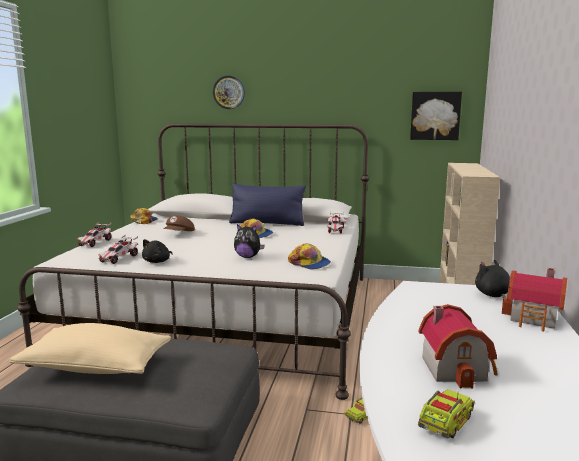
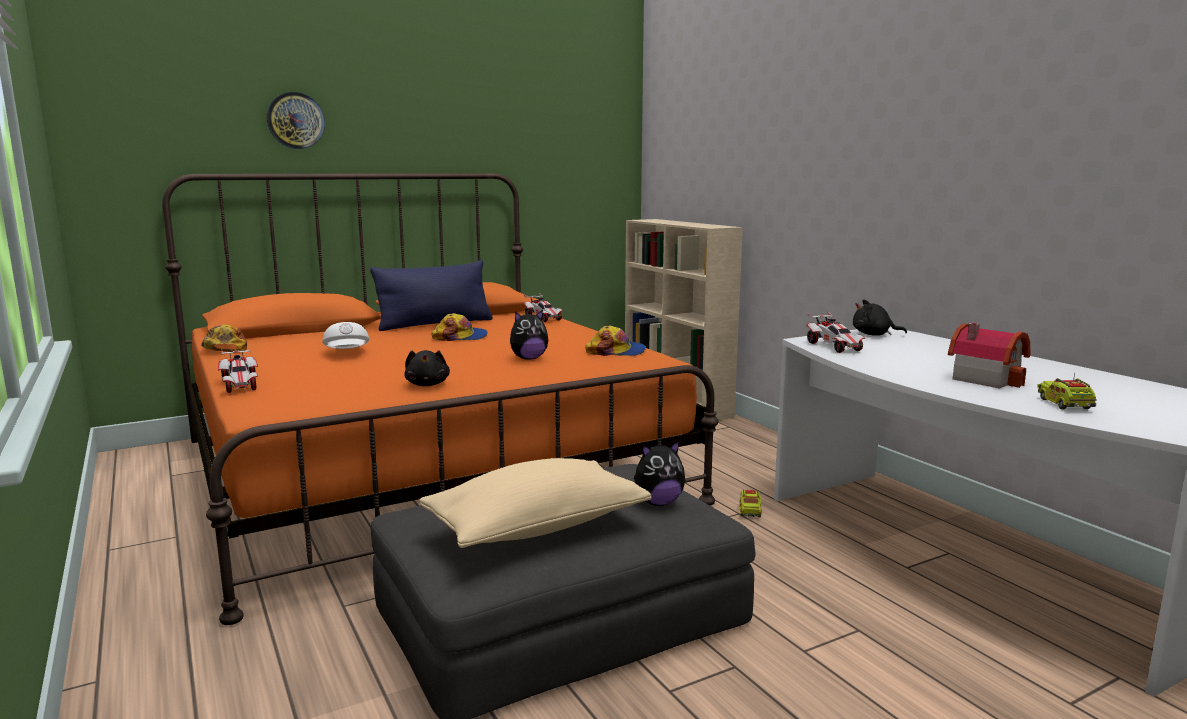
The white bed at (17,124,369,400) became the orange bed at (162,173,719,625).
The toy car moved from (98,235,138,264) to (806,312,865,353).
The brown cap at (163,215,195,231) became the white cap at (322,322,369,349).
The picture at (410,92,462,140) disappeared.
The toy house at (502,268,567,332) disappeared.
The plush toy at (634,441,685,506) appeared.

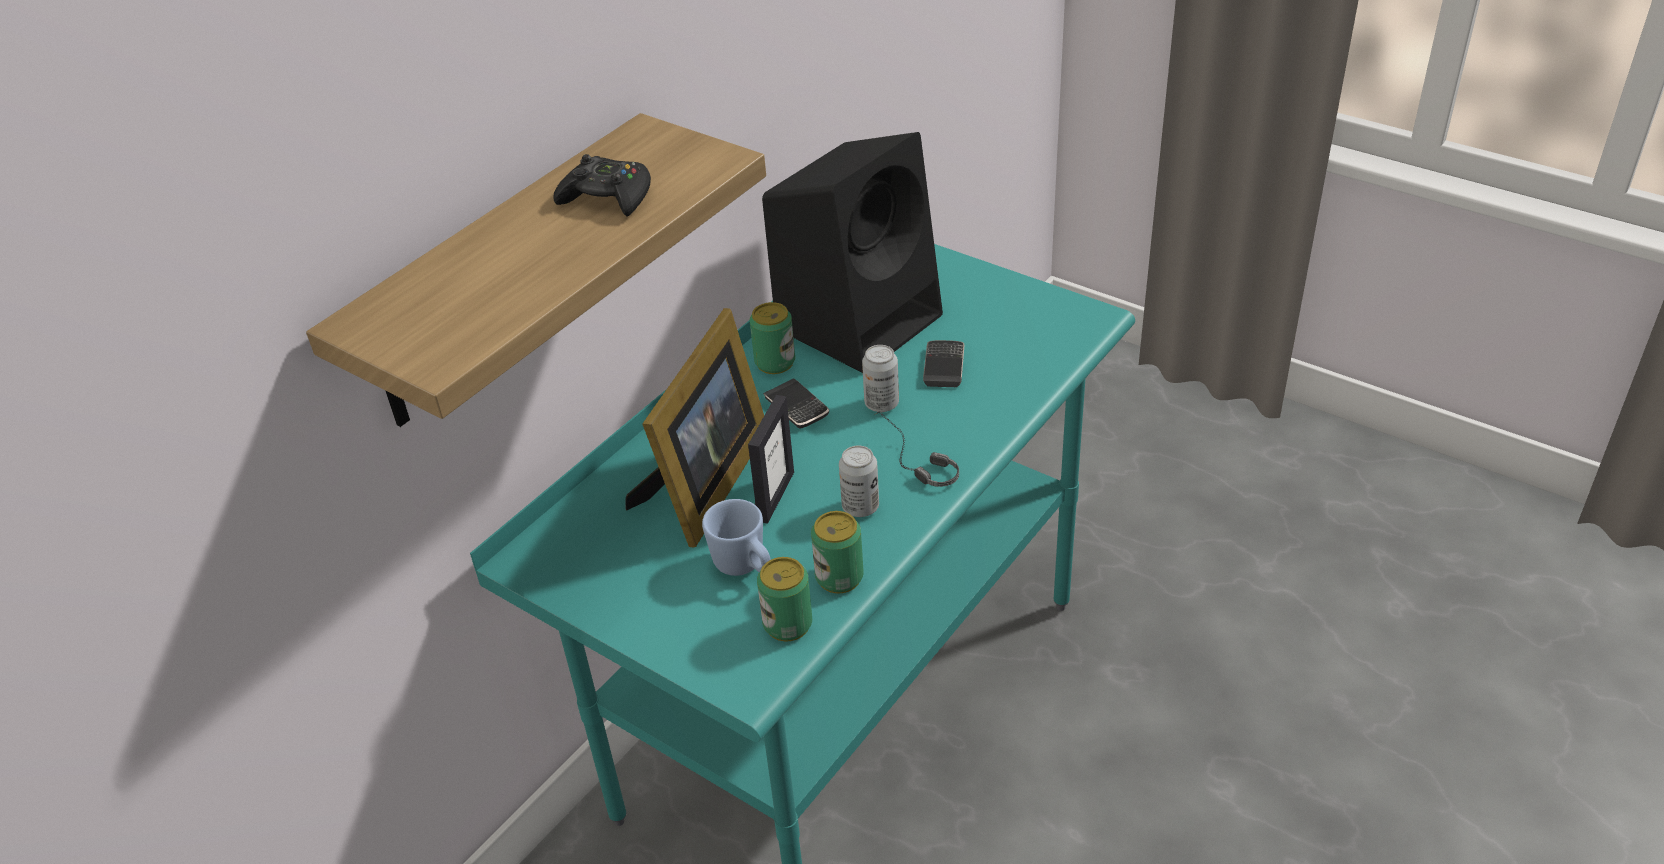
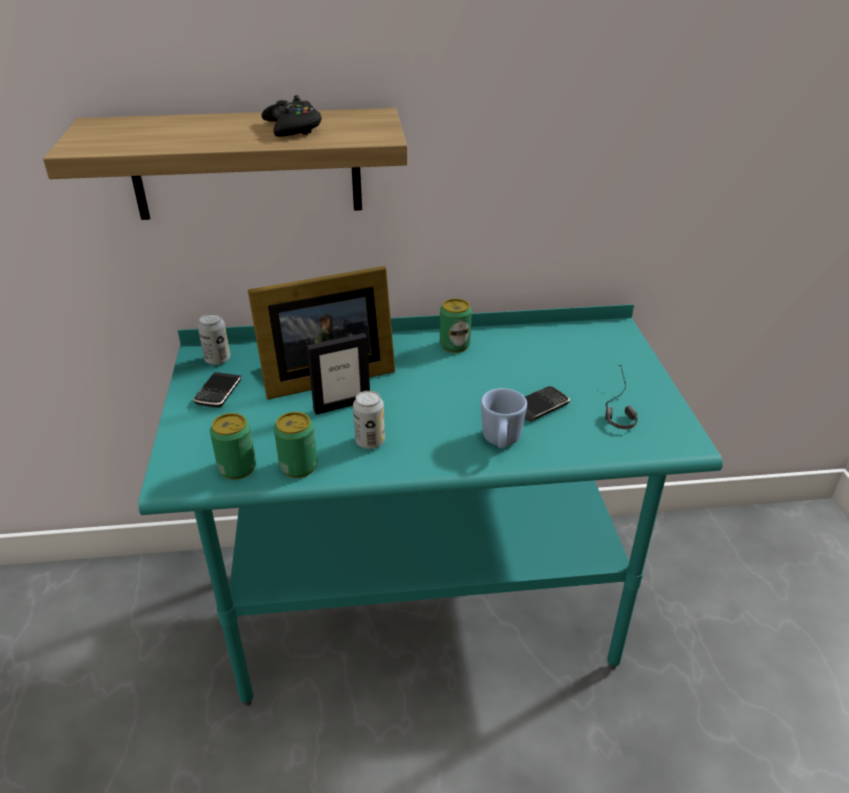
The blue mug moved from (702,499,771,576) to (481,388,527,448).
The black speaker at (762,132,943,373) disappeared.
The phone moved from (763,379,829,429) to (193,372,241,407).
The can moved from (862,345,899,412) to (198,313,230,365).
The headphones moved from (874,411,959,487) to (605,365,638,429).

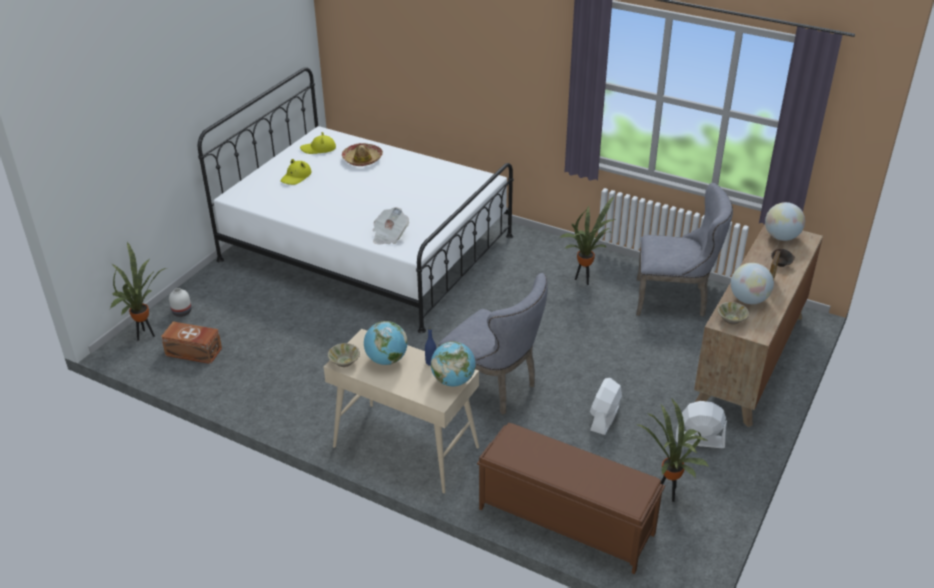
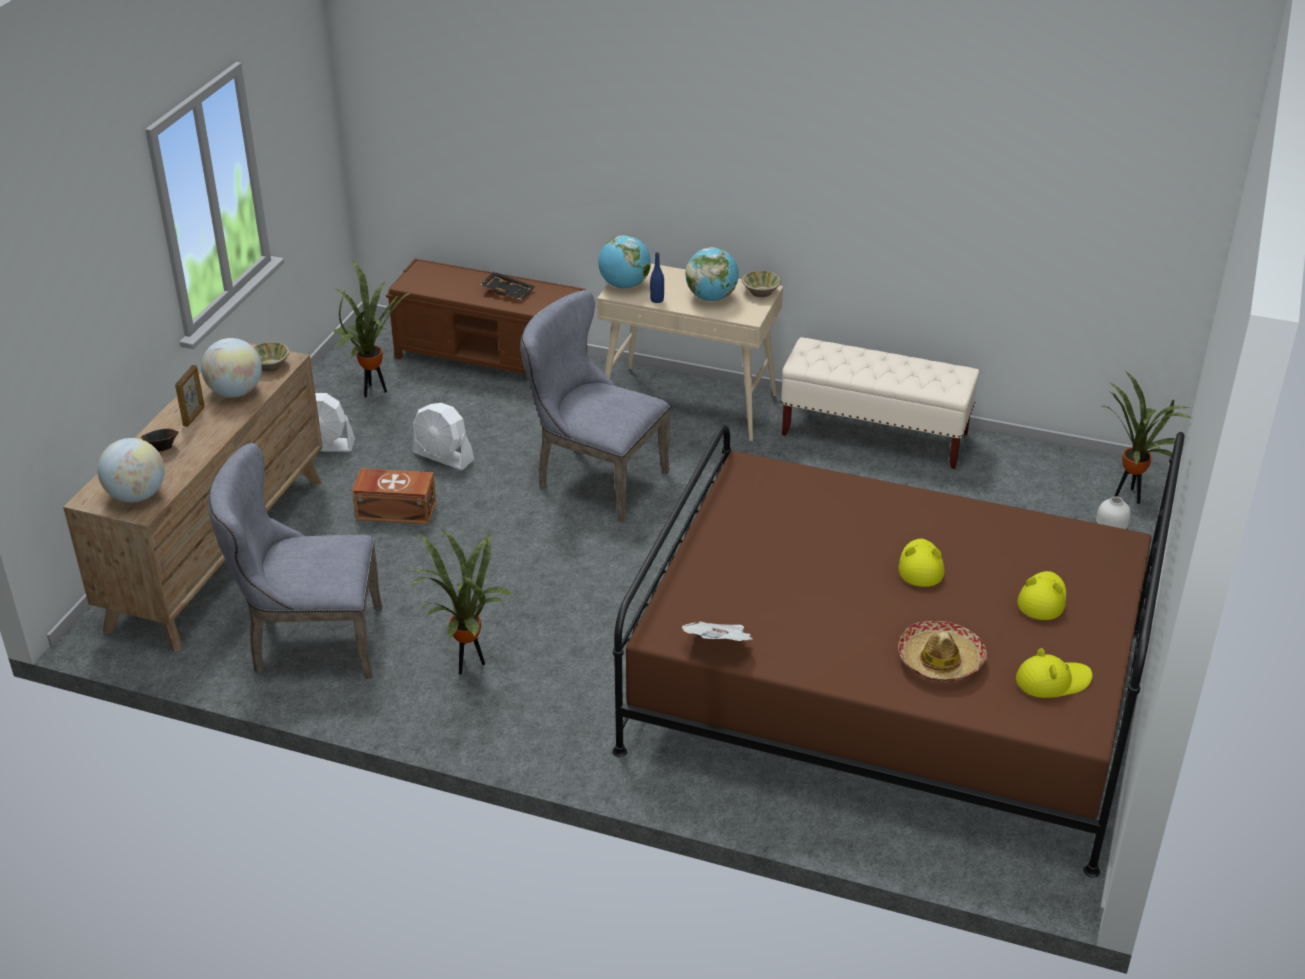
The brown storage box moved from (161,321,222,364) to (352,468,436,524).
The white bed at (198,67,513,333) became the brown bed at (612,425,1184,878).
The newspaper moved from (373,207,409,245) to (682,621,753,641).
The white fan at (590,378,622,435) turned 105 degrees clockwise.
The black tray at (480,272,536,300) appeared.
The beige bench at (780,337,980,469) appeared.
The yellow hat at (898,539,944,587) appeared.

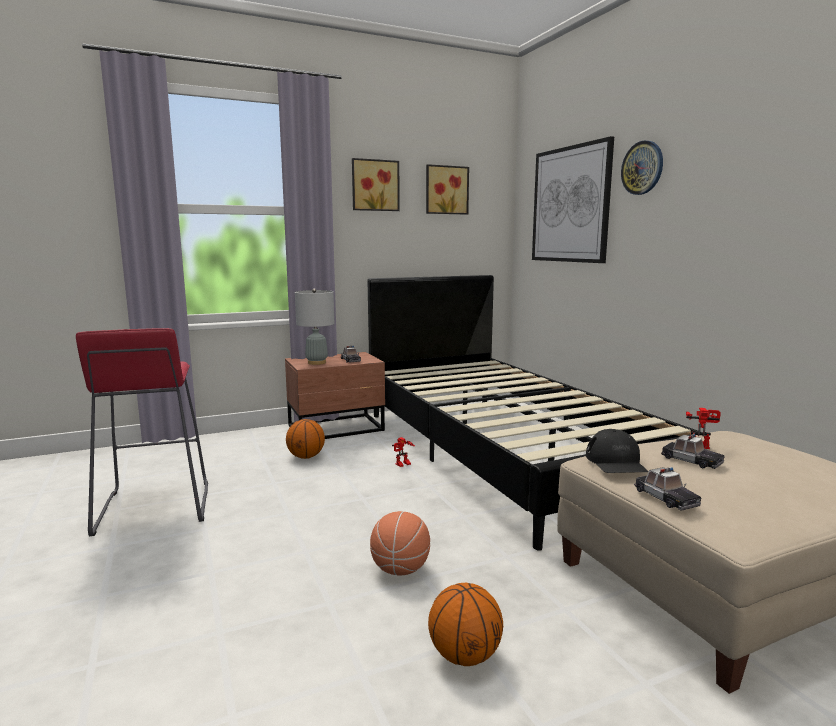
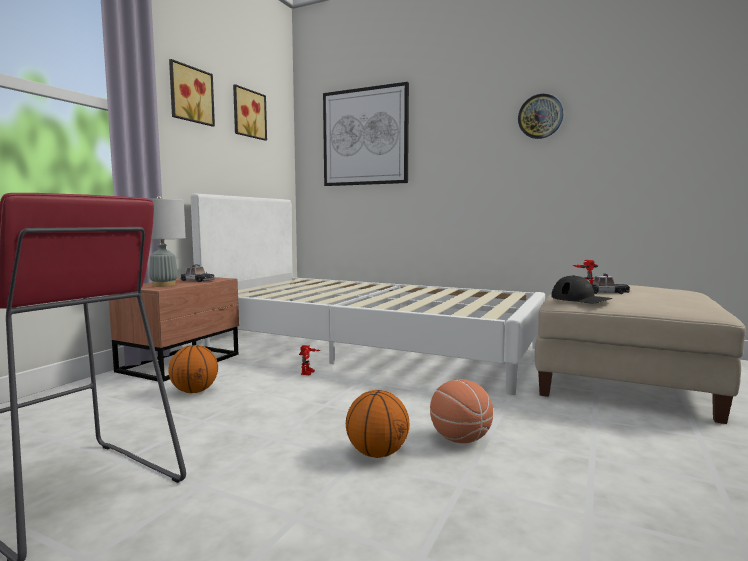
The black bed at (368,275,706,551) became the white bed at (191,193,545,395).
The basketball moved from (428,583,503,666) to (346,390,410,458).
The wall clock moved from (621,141,663,195) to (518,94,563,139).
The toy car at (634,467,701,511) disappeared.

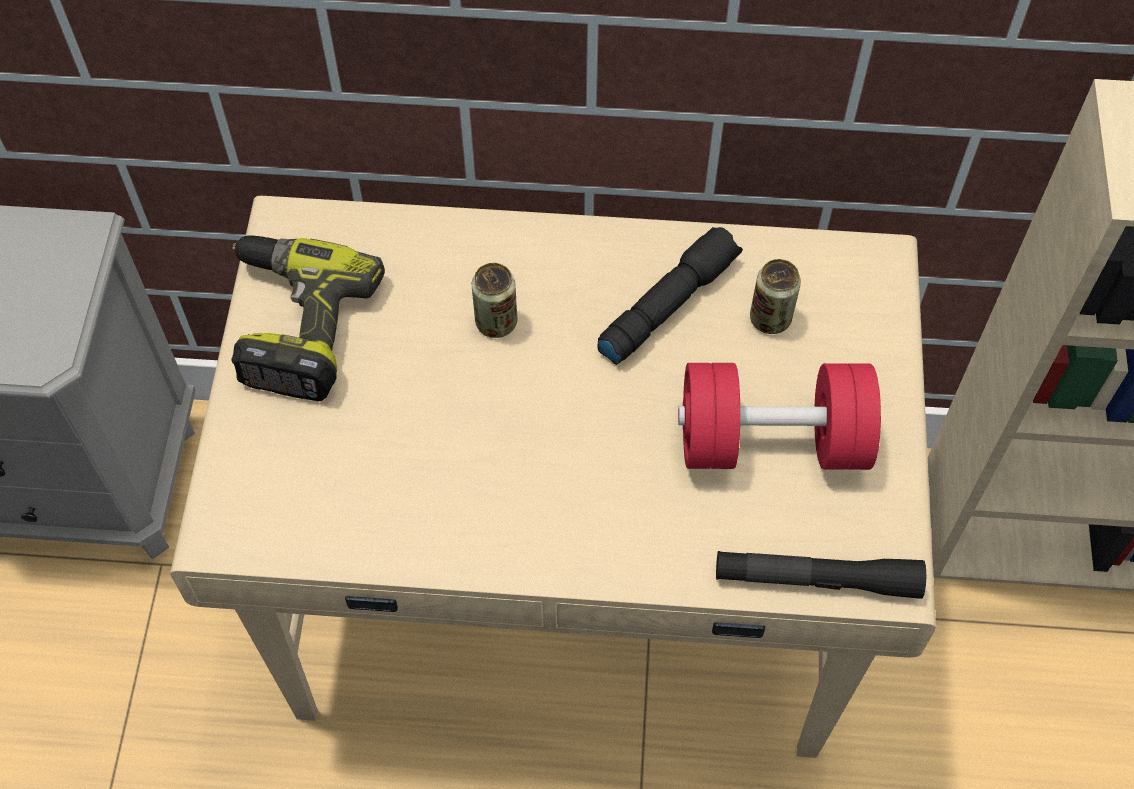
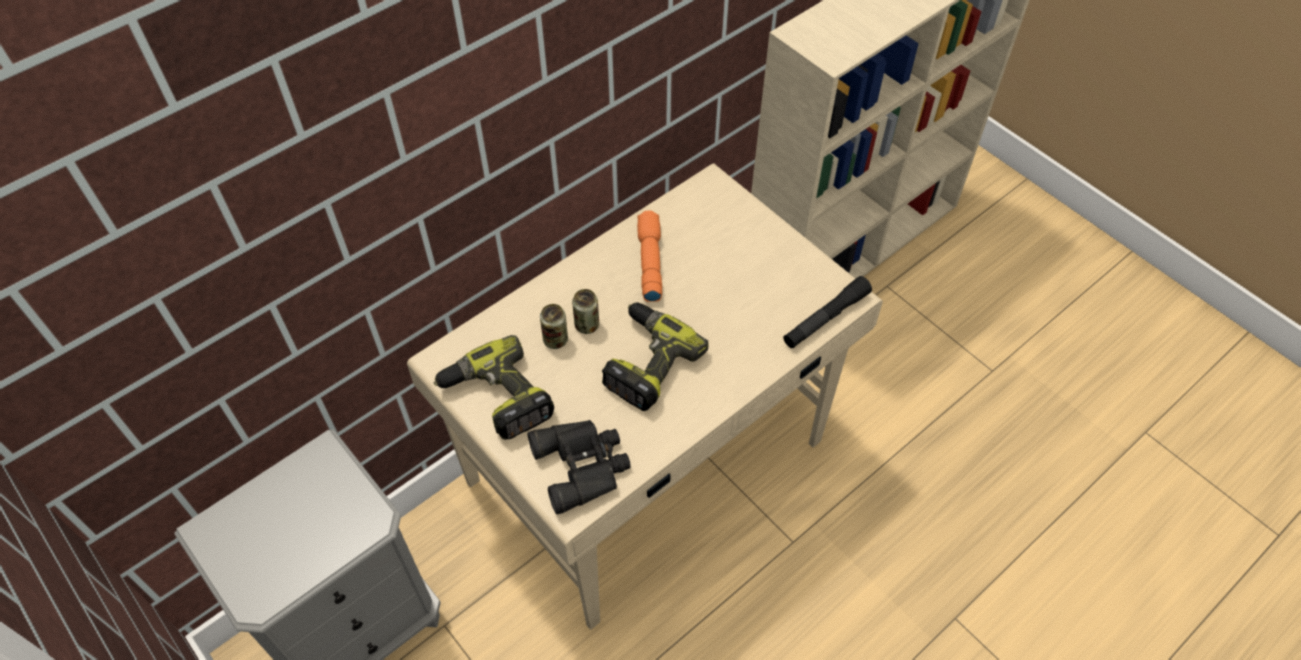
The black flashlight at (598,227,743,365) became the orange flashlight at (637,211,662,302).
The red dumbbell at (678,363,881,470) disappeared.
The can moved from (750,259,801,334) to (540,304,568,349).
The black binoculars at (527,420,631,514) appeared.
The power drill at (602,303,708,411) appeared.

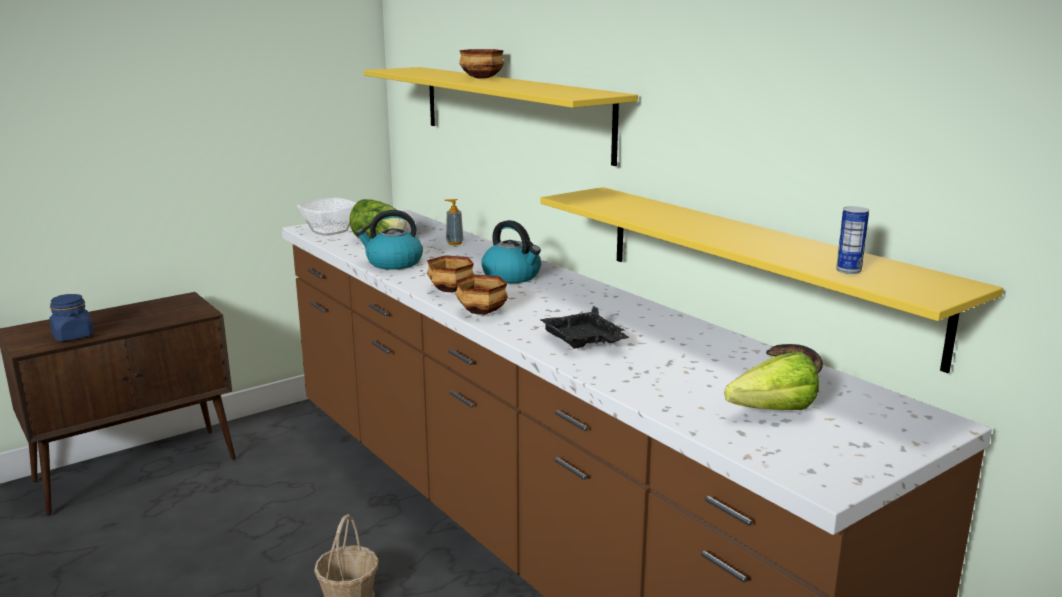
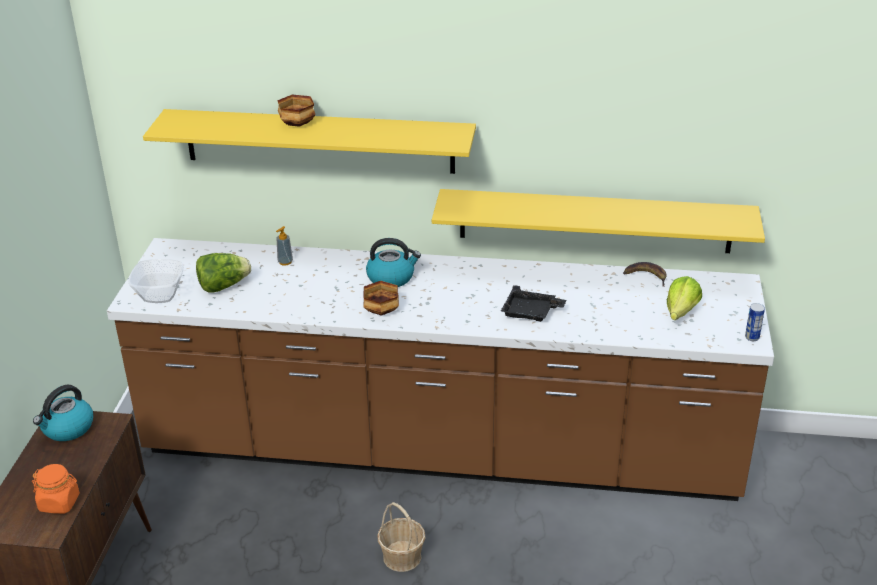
The blue jar at (49,294,94,341) became the orange jar at (32,464,80,514).
The kettle moved from (356,210,423,270) to (33,385,93,441).
The bowl at (455,275,508,315) disappeared.
The can moved from (836,206,869,274) to (745,303,765,341).

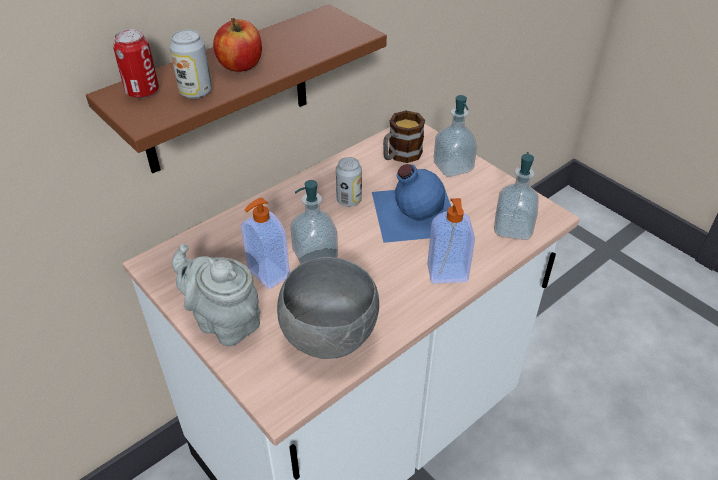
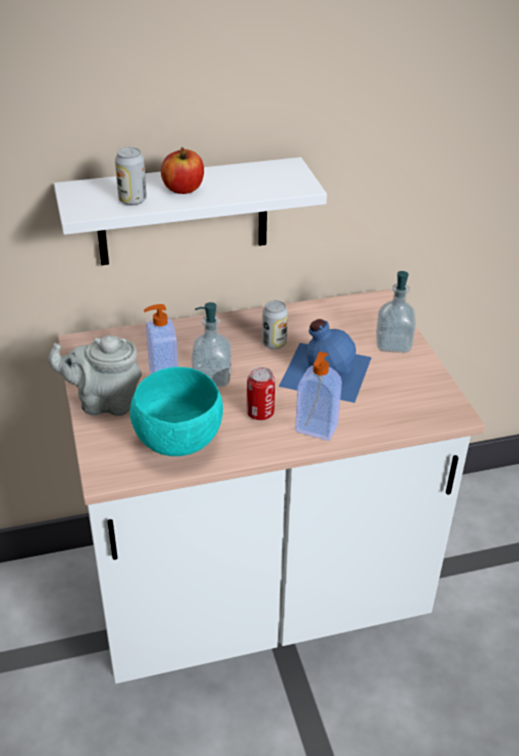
The brown shelf at (86,4,387,173) became the white shelf at (54,157,327,265).
The can moved from (113,29,159,98) to (247,367,275,420).
The grey teapot at (172,244,260,346) turned 60 degrees counterclockwise.
The grey bowl at (277,257,379,359) became the turquoise bowl at (130,367,223,456).
The mug at (383,111,425,163) disappeared.
The soap dispenser at (494,152,539,240) disappeared.

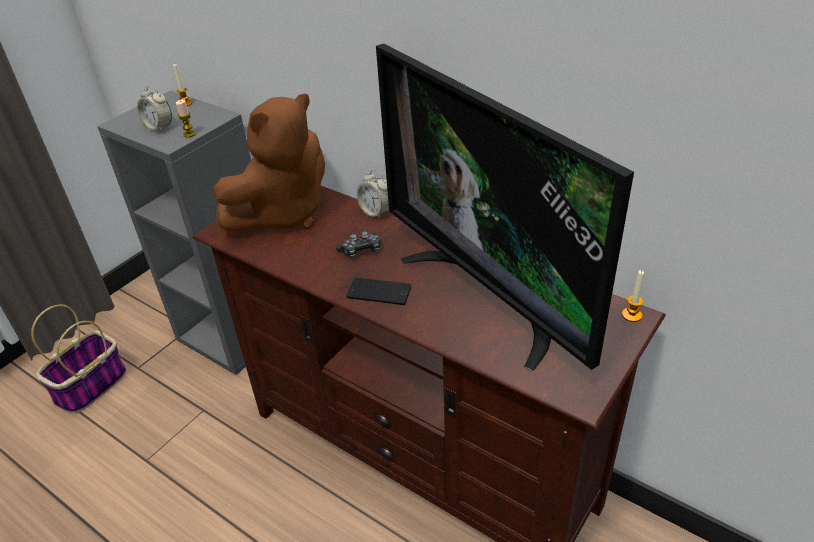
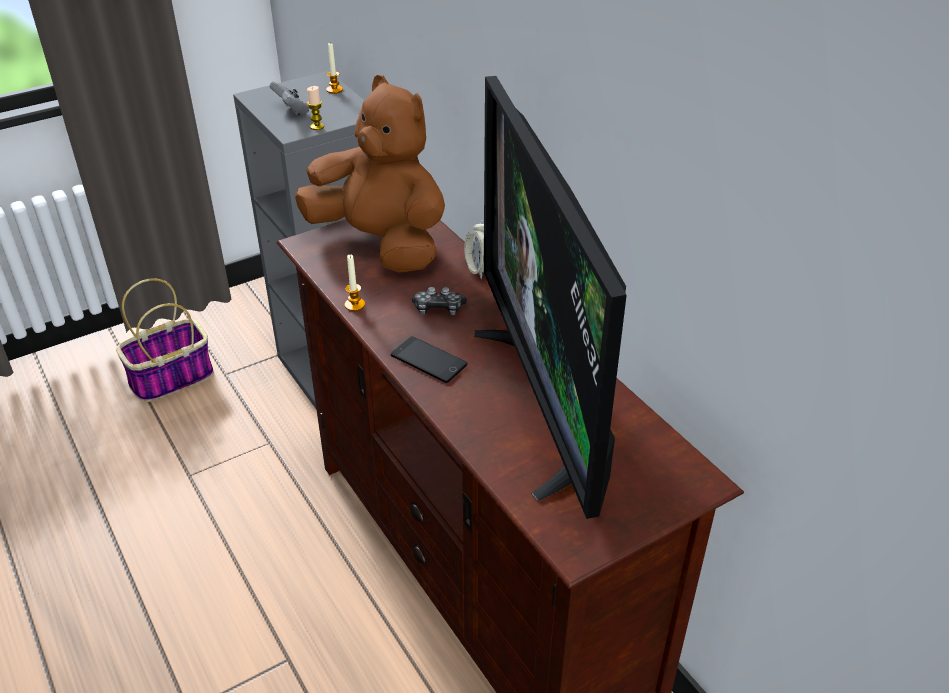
The alarm clock at (137,85,172,133) was replaced by the grey game controller at (270,82,309,115).
The brown plush toy at (213,93,325,233) turned 120 degrees counterclockwise.
The candle moved from (622,270,644,322) to (345,254,365,311).

